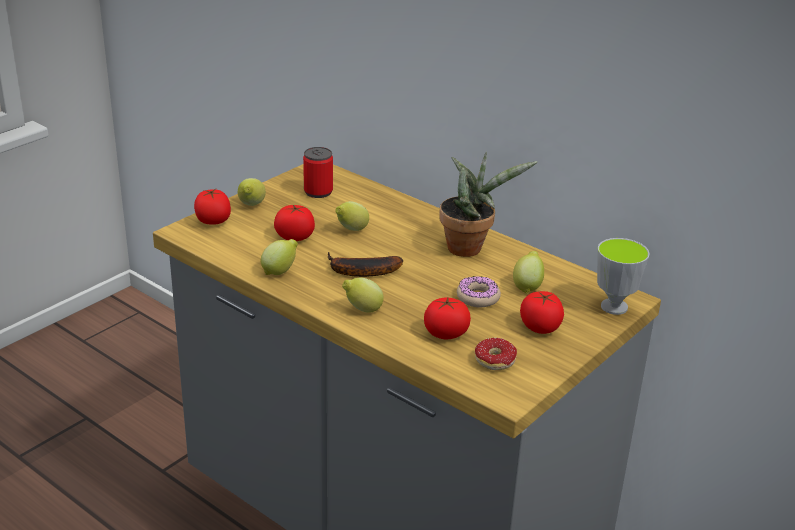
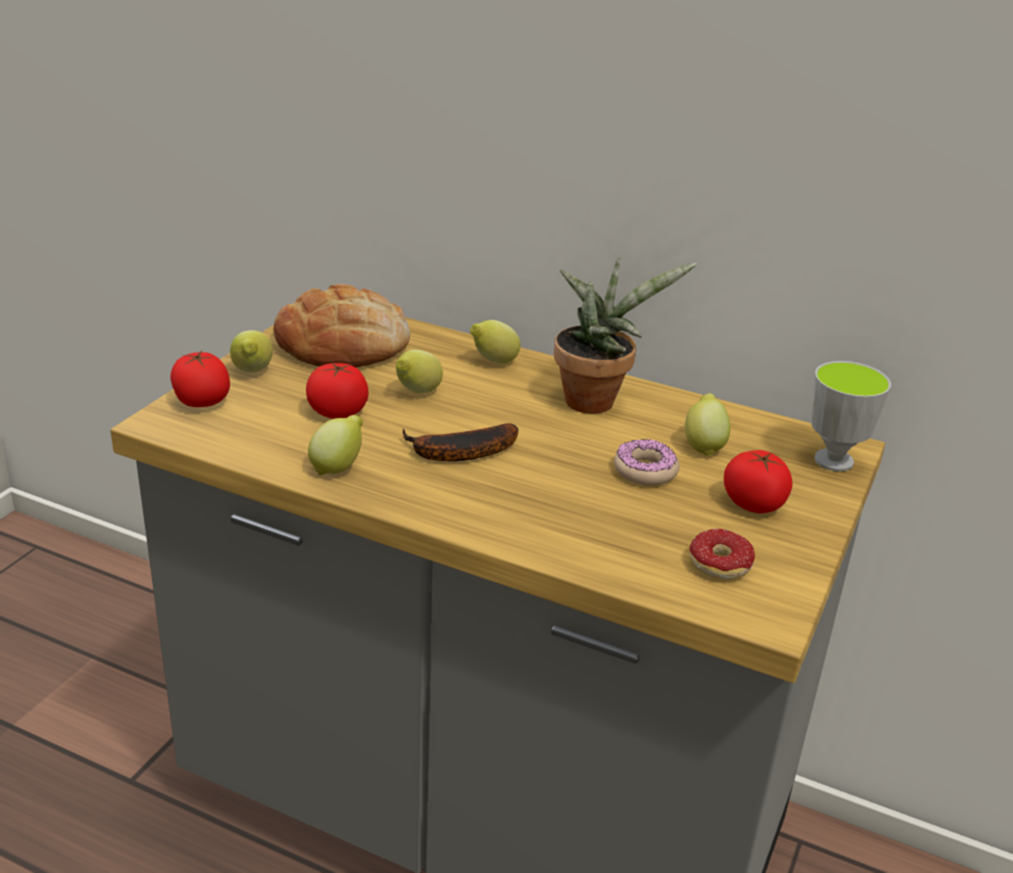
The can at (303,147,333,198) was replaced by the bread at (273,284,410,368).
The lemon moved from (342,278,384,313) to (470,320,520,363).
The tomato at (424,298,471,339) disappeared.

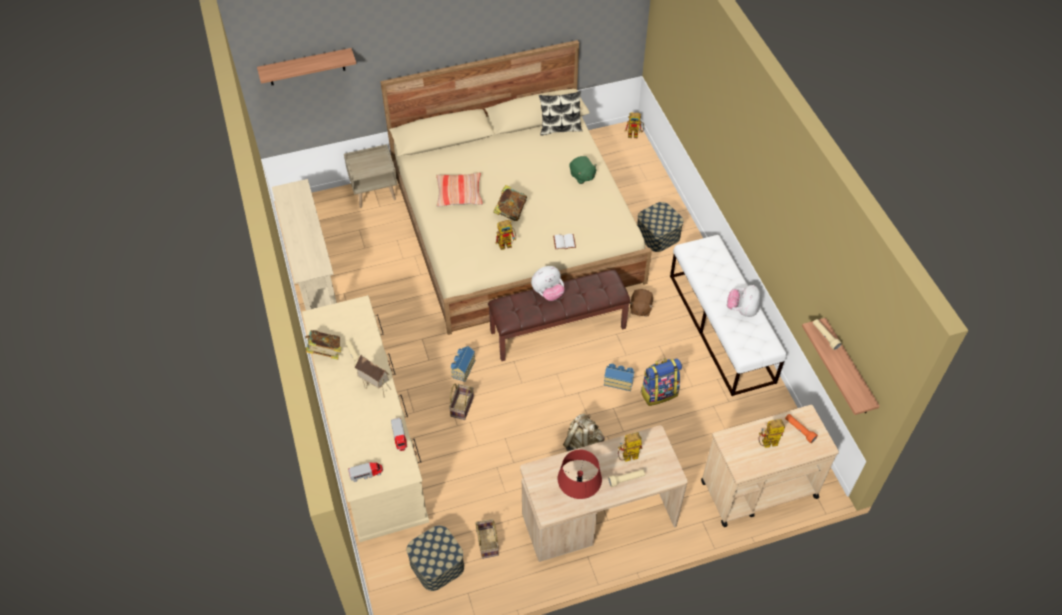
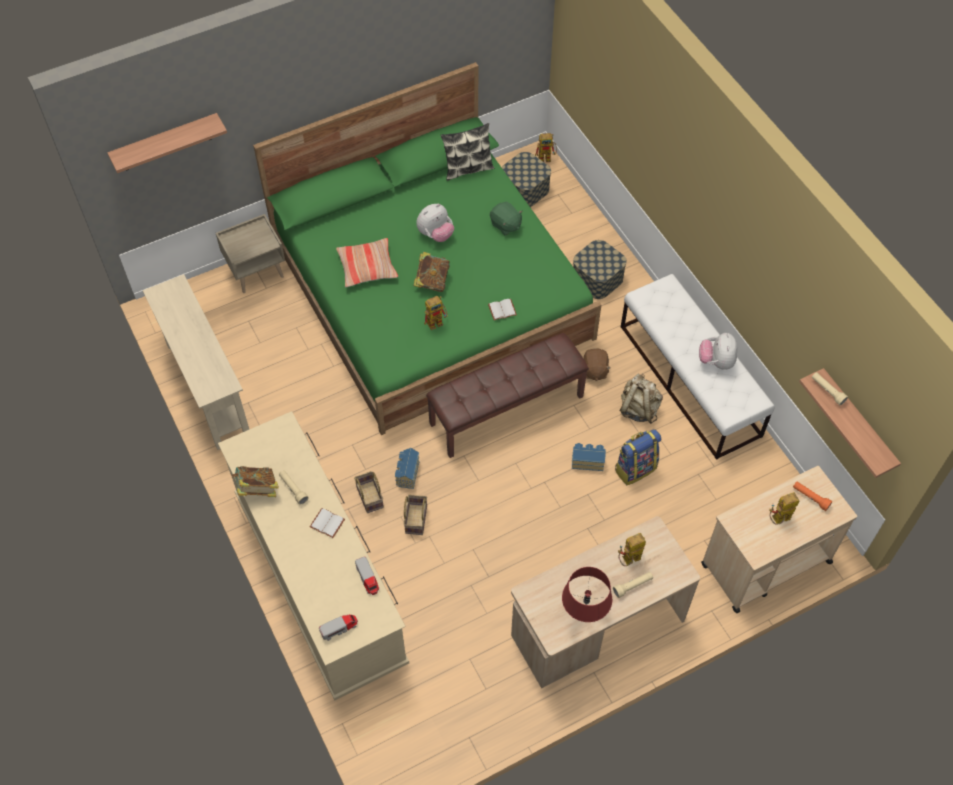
The toy house at (354,354,390,398) was replaced by the white book at (310,508,345,538).
The beige bed at (380,40,652,335) became the green bed at (253,62,601,435).
The storage box moved from (406,525,464,591) to (502,152,551,207).
The basket moved from (475,519,499,559) to (354,471,384,513).
The plush toy moved from (531,266,565,301) to (416,204,454,242).
The beige backpack moved from (563,414,605,451) to (619,374,663,424).

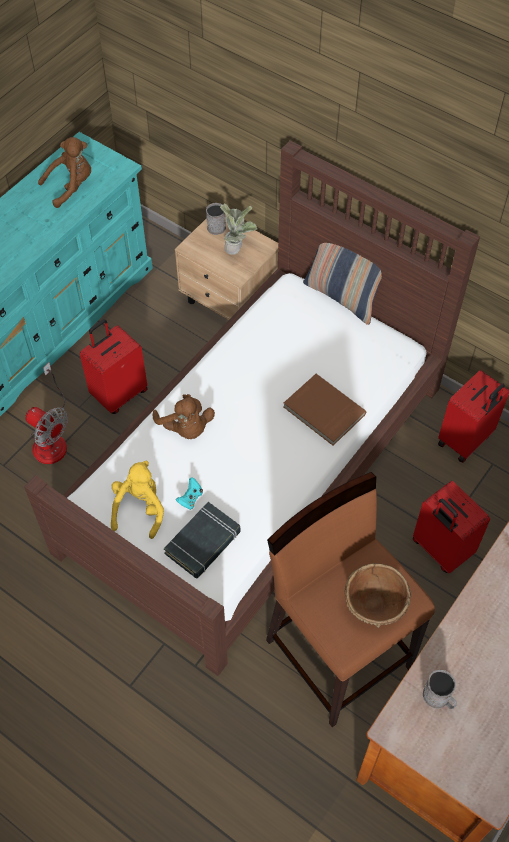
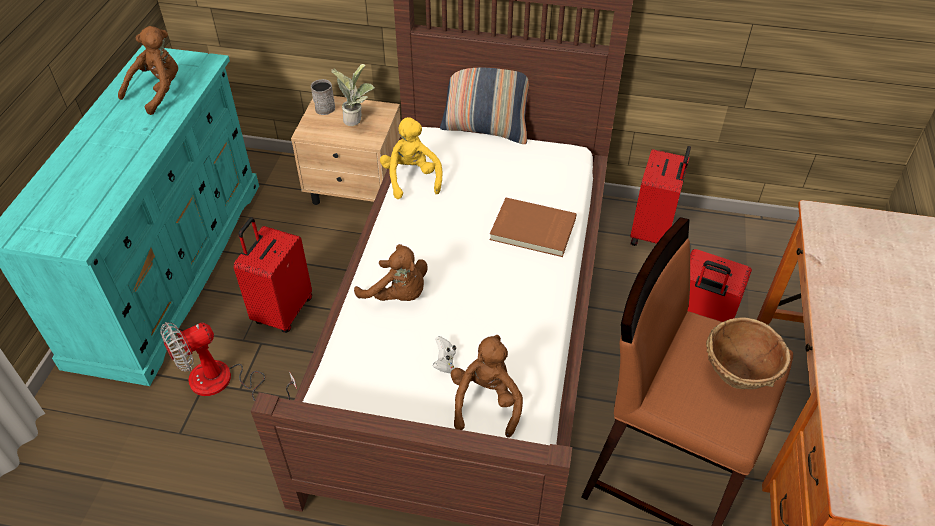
The fan at (25,363,68,464) turned 135 degrees clockwise.
The yellow plush toy moved from (111,460,164,539) to (380,117,443,199).
The black book at (164,502,240,579) was replaced by the brown plush toy at (451,334,523,438).
The turquoise game controller at (176,478,203,510) became the white game controller at (433,336,456,373).
The grey mug at (423,670,457,709) disappeared.

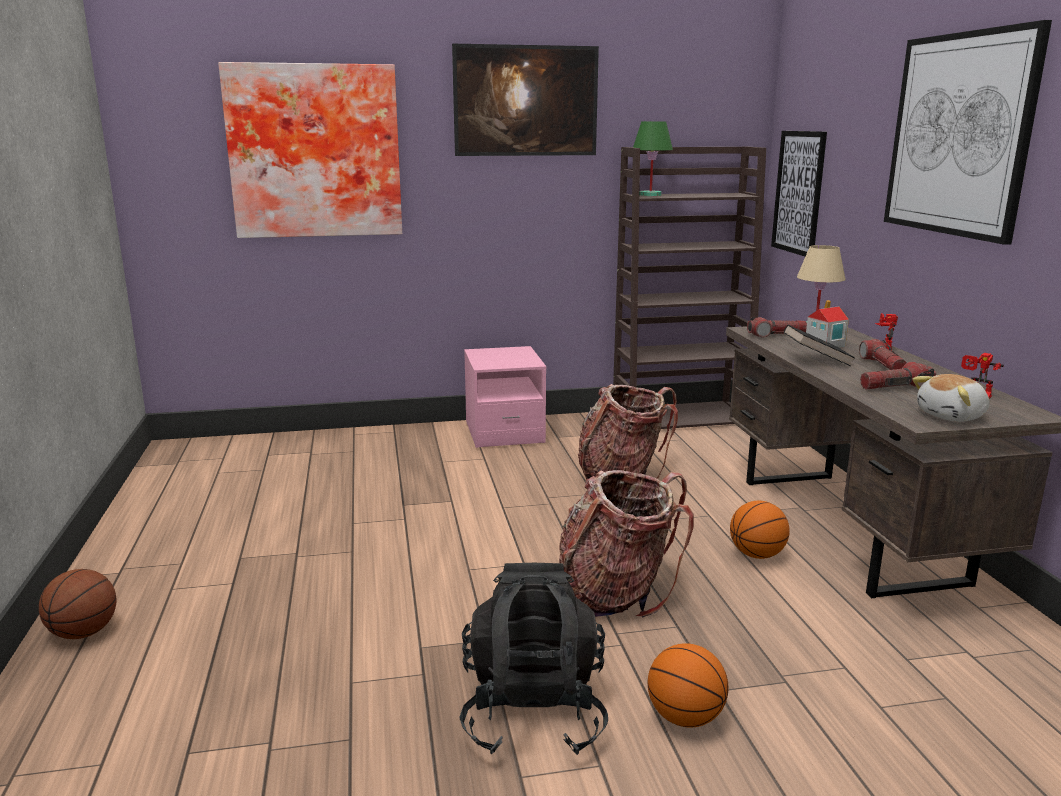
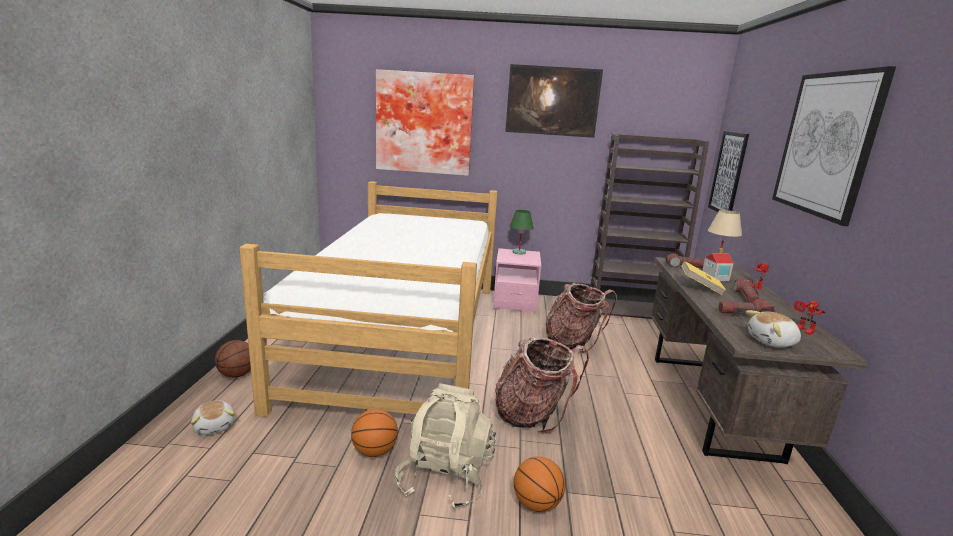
The black backpack at (459,563,608,755) became the beige backpack at (395,383,496,510).
The green table lamp moved from (633,121,673,196) to (509,210,534,255).
The basketball moved from (730,501,790,559) to (351,409,398,457).
The black book at (784,325,855,366) became the yellow book at (682,261,726,295).
The plush toy at (191,400,235,435) appeared.
The bed at (240,181,498,417) appeared.

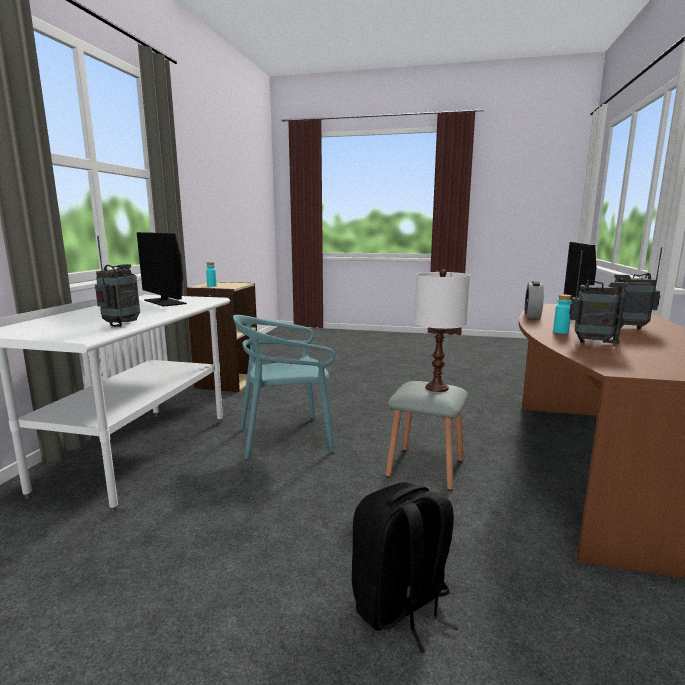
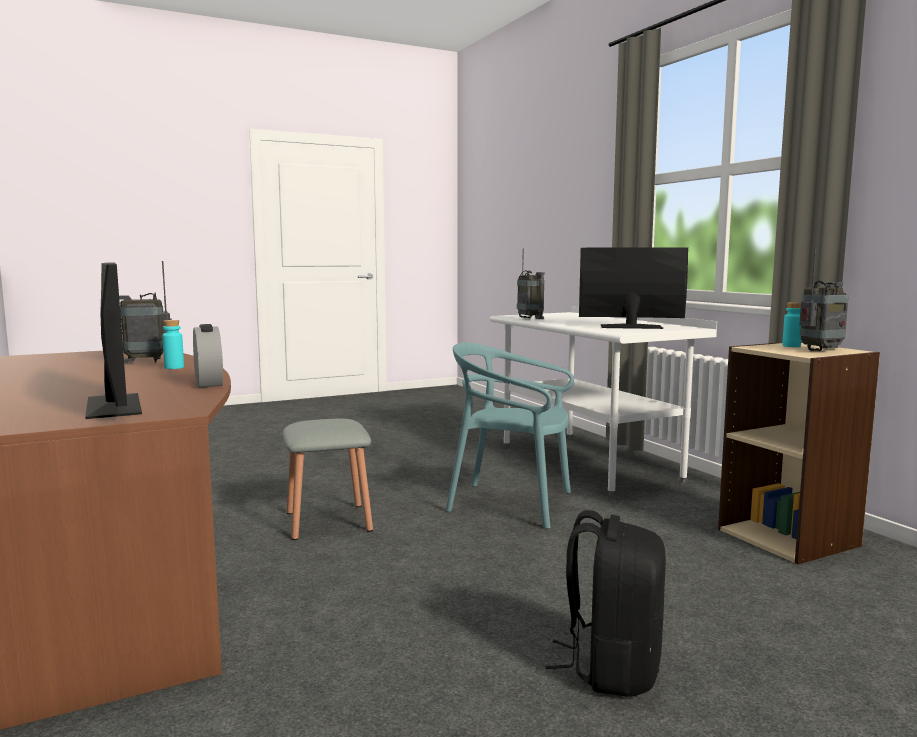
The turquoise chair at (233,315,335,459) turned 105 degrees counterclockwise.
The black backpack moved from (352,482,459,653) to (545,510,666,697).
The white table lamp at (415,270,470,392) disappeared.
The radio moved from (614,247,662,329) to (799,248,849,351).

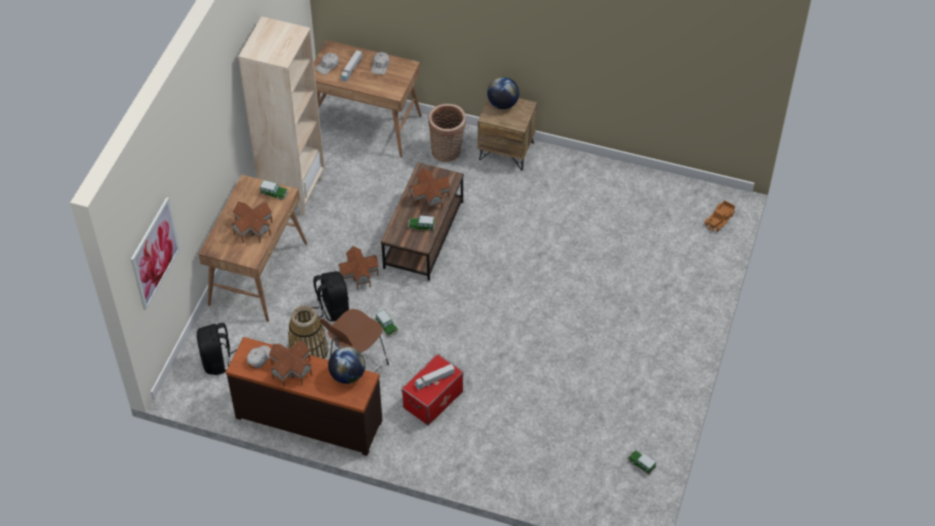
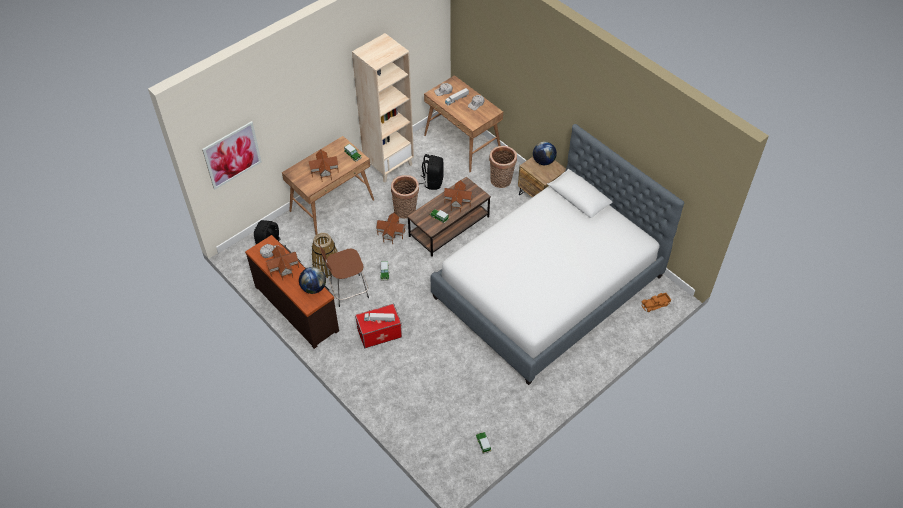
The black backpack moved from (312,271,349,322) to (419,154,444,190).
The basket at (391,175,419,219) appeared.
The bed at (431,124,684,385) appeared.

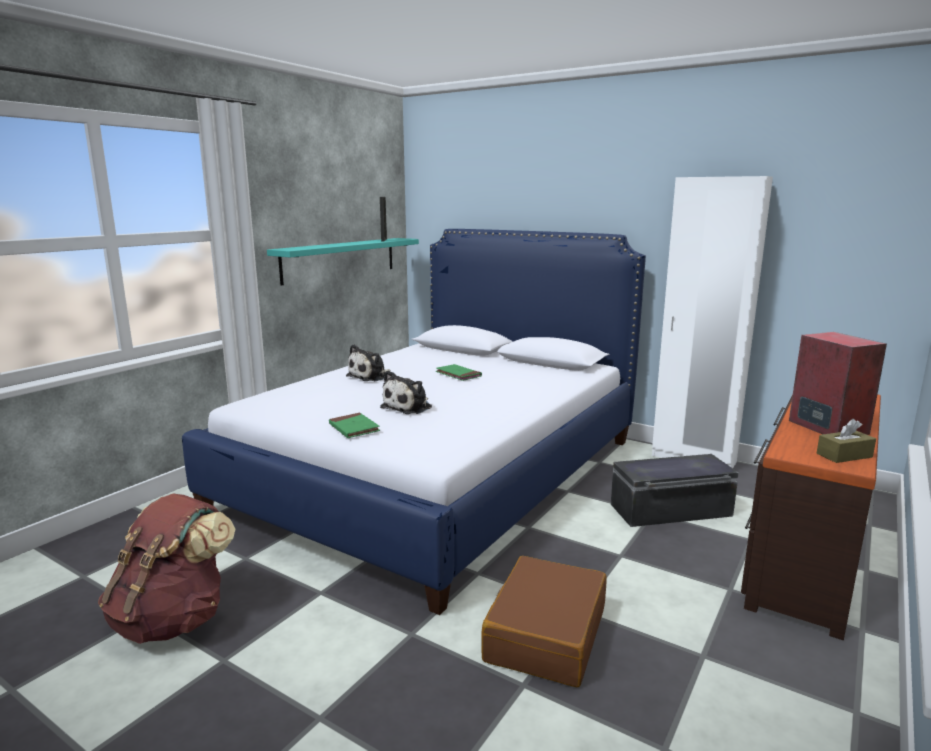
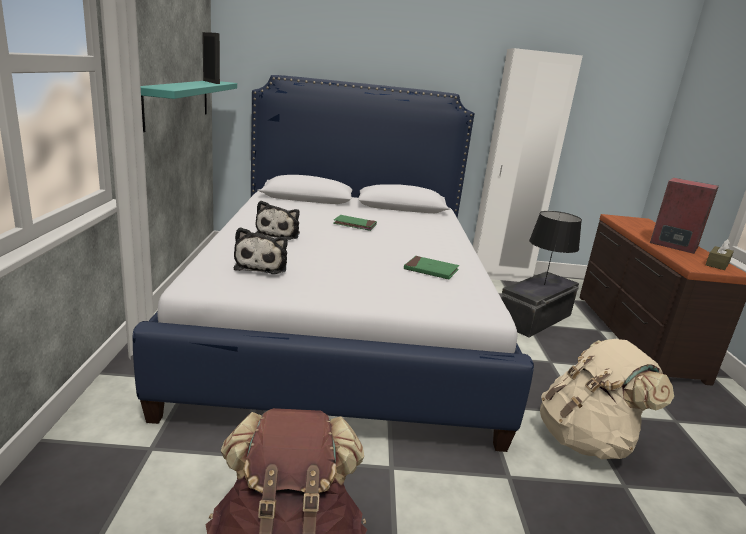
The green book moved from (329,413,380,438) to (404,256,459,279).
The plush toy moved from (380,370,432,414) to (234,227,288,274).
The brown suitcase at (481,556,607,687) was replaced by the beige backpack at (540,339,674,459).
The black table lamp at (529,211,582,285) appeared.

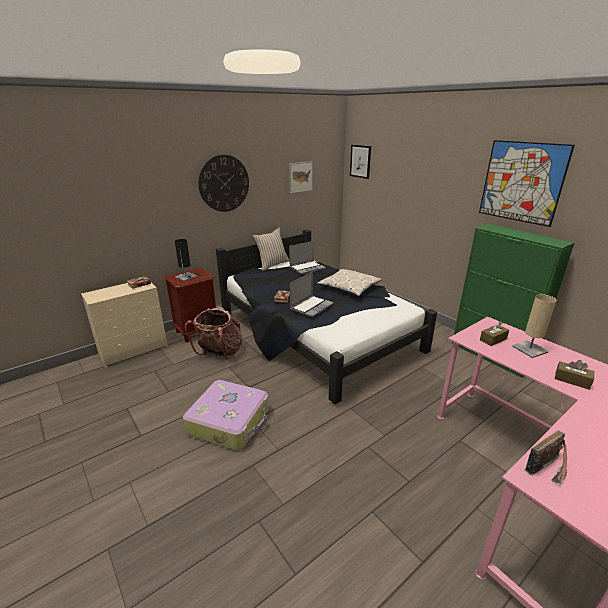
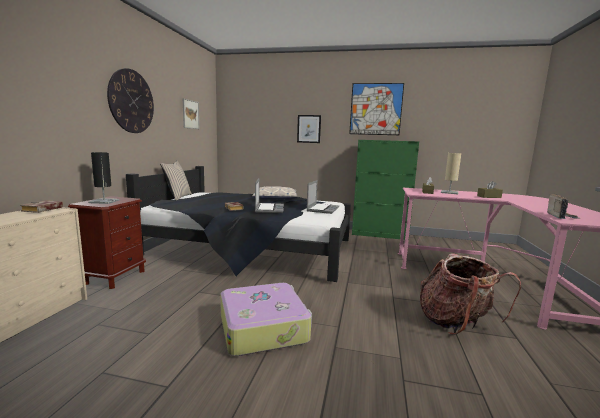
The backpack moved from (185,307,243,360) to (420,253,521,335).
The laptop moved from (289,241,326,275) to (307,180,339,214).
The picture moved from (350,145,371,179) to (297,115,321,143).

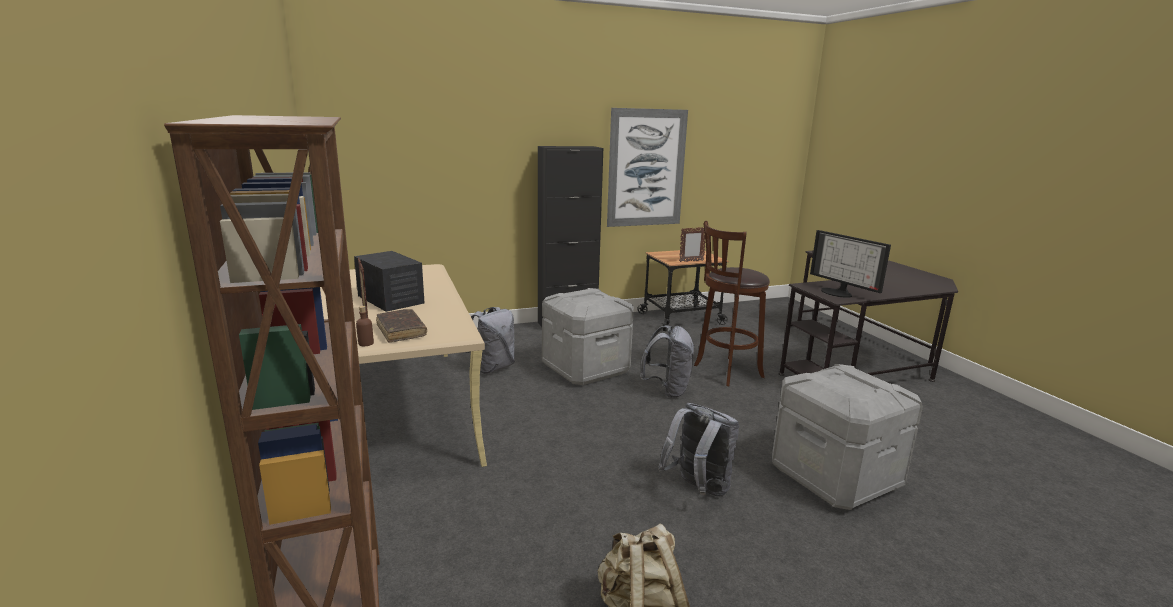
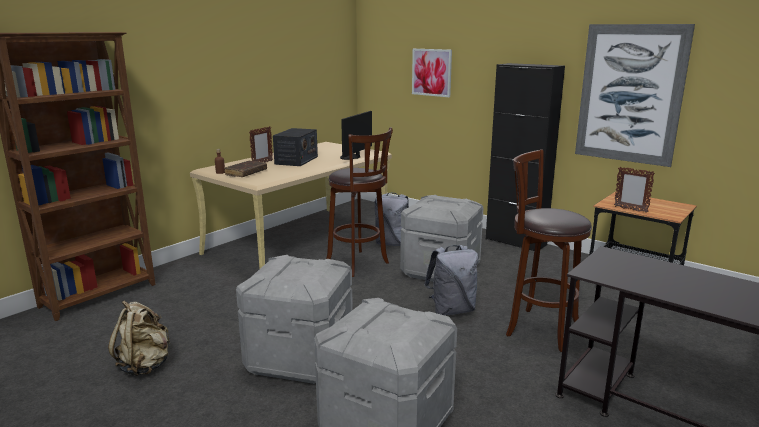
The grey backpack at (658,403,739,497) was replaced by the grey storage box at (236,255,353,384).
The monitor moved from (810,230,891,298) to (340,111,372,160).
The brown stool at (326,127,393,277) appeared.
The picture at (412,49,452,97) appeared.

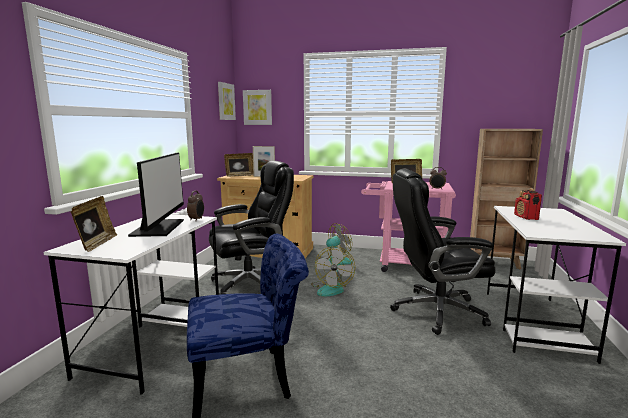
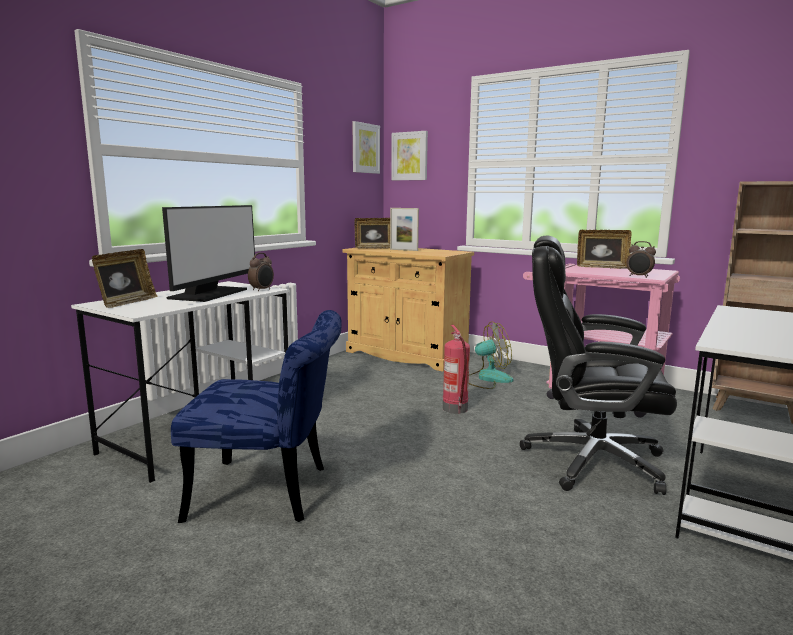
The black office chair at (209,161,294,295) disappeared.
The fan at (311,246,355,296) was replaced by the fire extinguisher at (443,325,470,414).
The radio at (514,188,542,220) disappeared.

